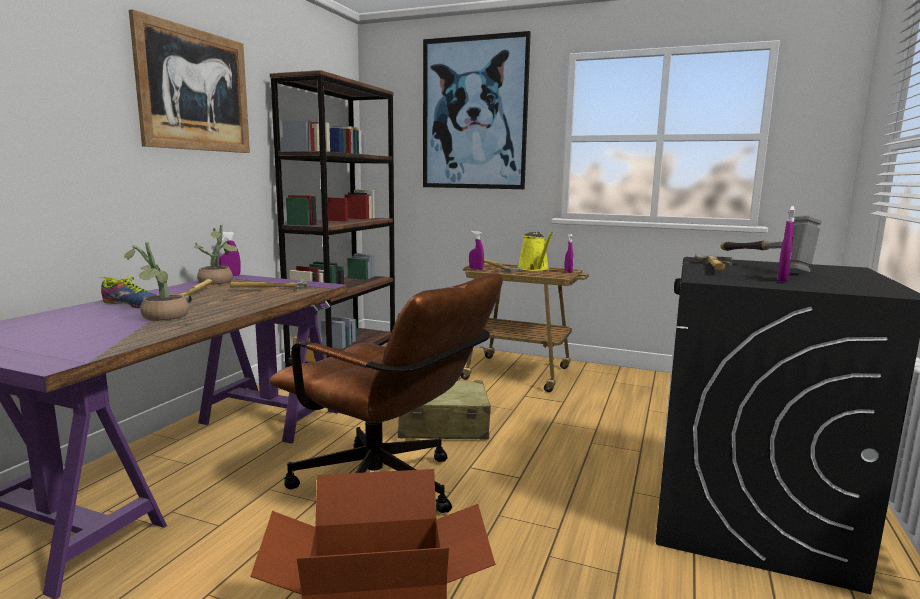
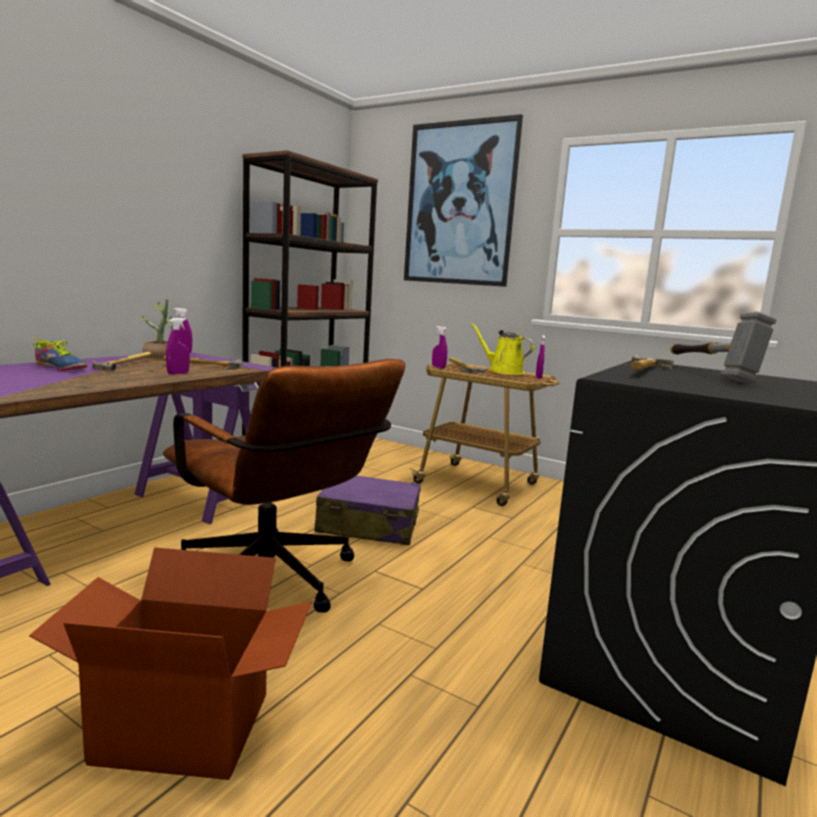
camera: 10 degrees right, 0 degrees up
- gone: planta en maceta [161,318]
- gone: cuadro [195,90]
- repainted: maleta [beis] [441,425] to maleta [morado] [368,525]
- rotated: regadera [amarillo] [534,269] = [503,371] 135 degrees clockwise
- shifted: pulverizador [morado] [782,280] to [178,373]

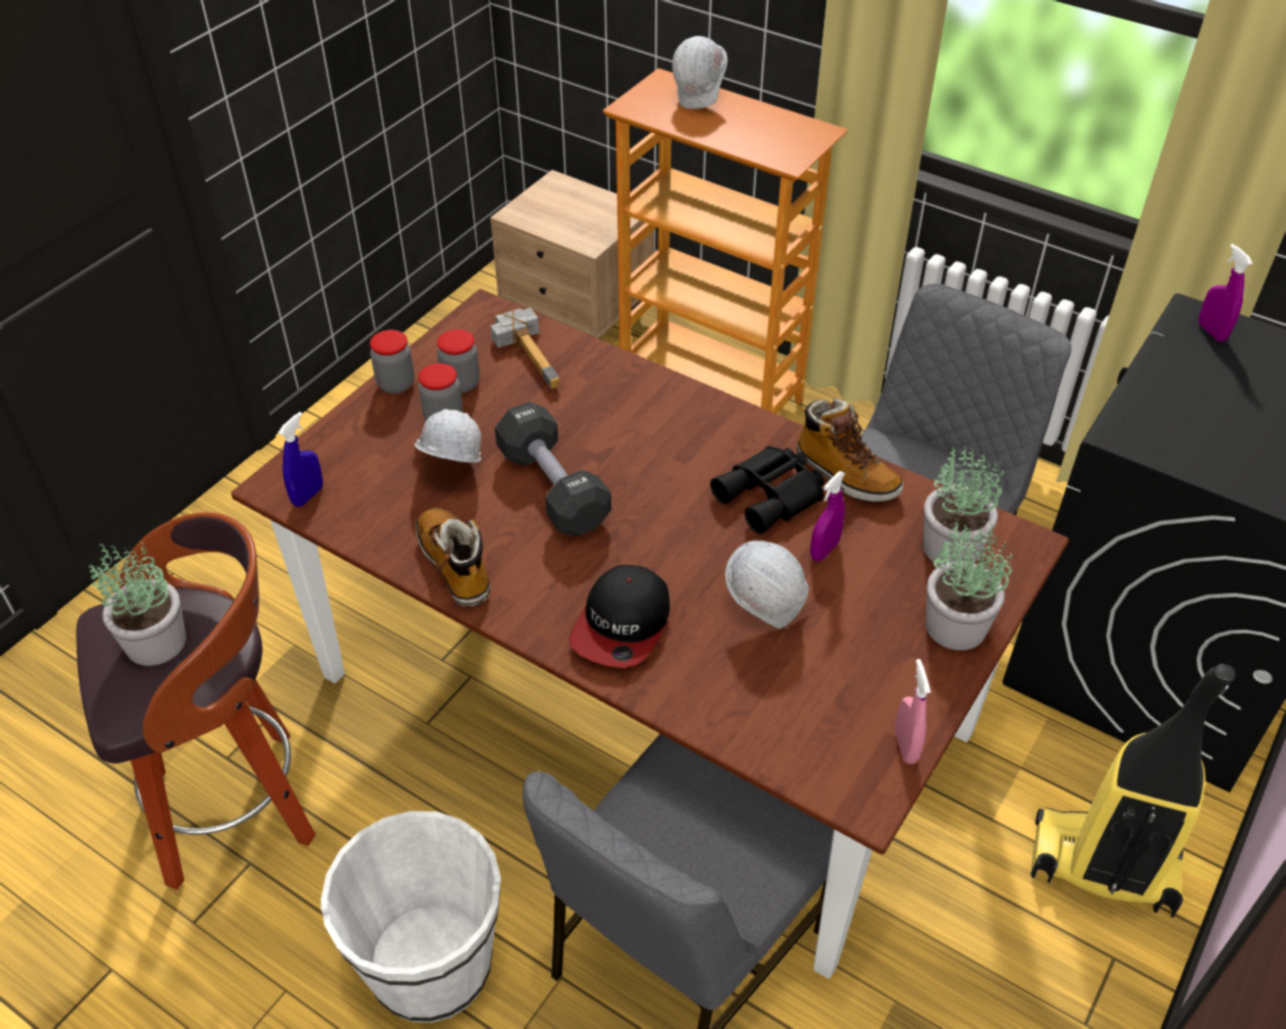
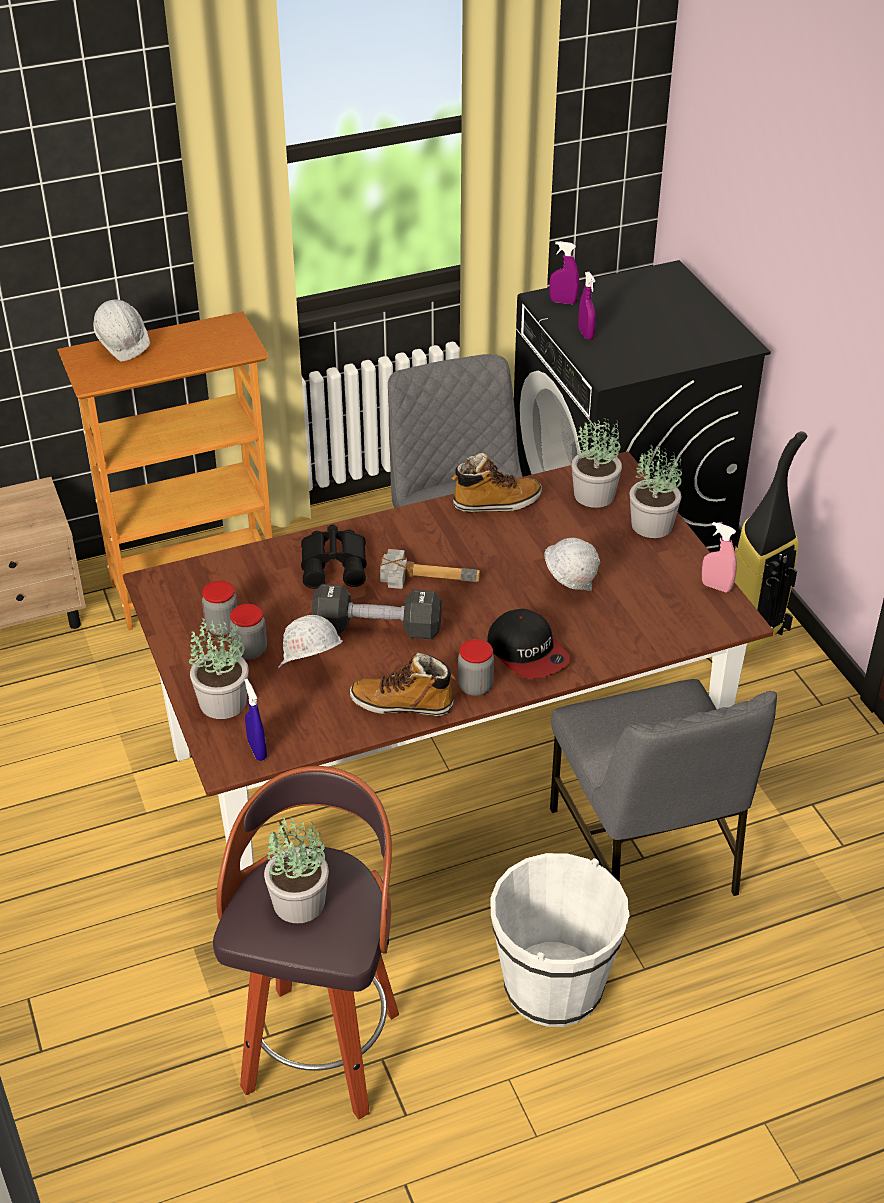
camera: 55 degrees left, 5 degrees down
- shifted: tarro [396,384] to [475,686]
- shifted: martillo [535,354] to [427,574]
- shifted: prismáticos [negro] [772,496] to [335,564]
- shifted: pulverizador [morado] [824,550] to [586,334]
- new: planta en maceta [224,701]

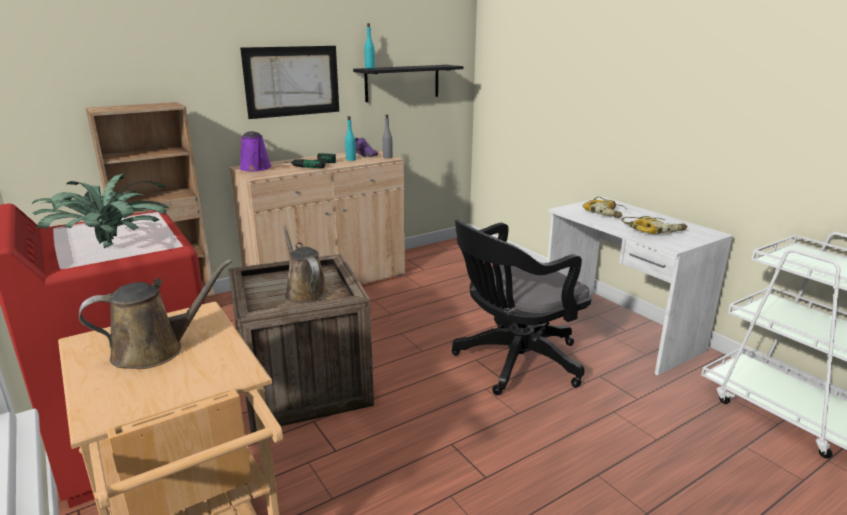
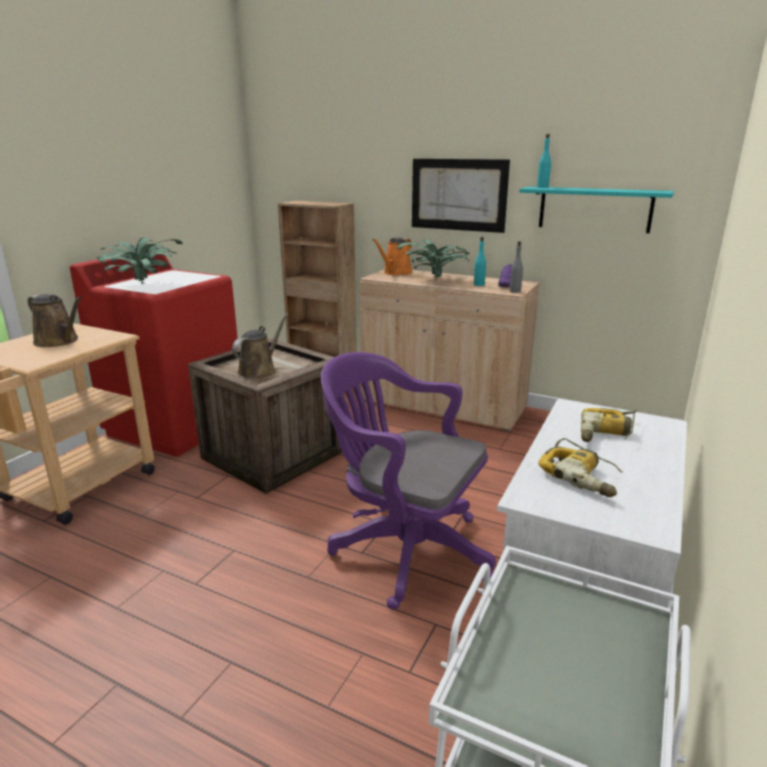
camera: 60 degrees right, 0 degrees up
- repainted: regadera [morado] [256,168] to regadera [naranja] [396,273]
- swapped: taladro [310,164] to planta en maceta [436,280]
- repainted: estante [negro] [402,83] to estante [turquesa] [594,209]
- repainted: silla de oficina [negro] [513,362] to silla de oficina [morado] [404,548]

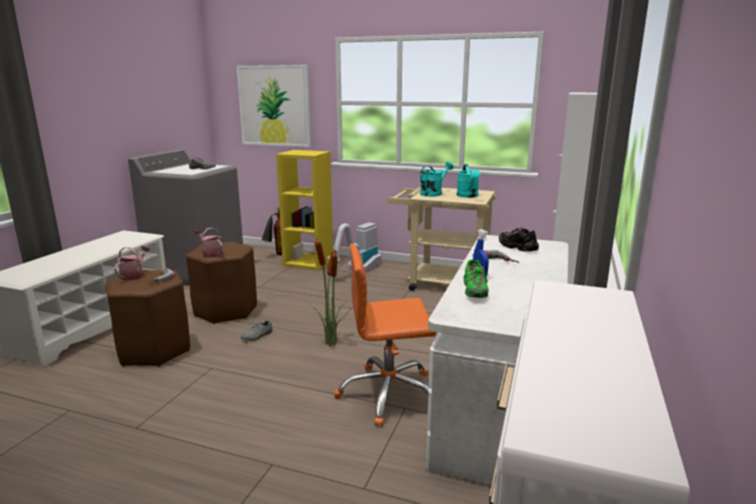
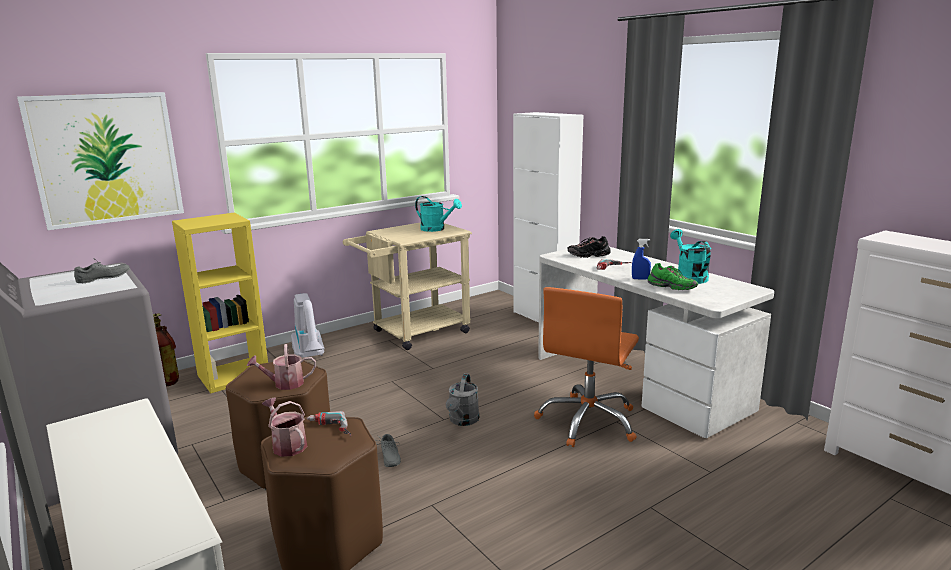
camera: 55 degrees left, 0 degrees up
- swapped: planta en maceta [329,343] to regadera [gris] [463,421]
- shifted: regadera [turquesa] [433,193] to [688,276]

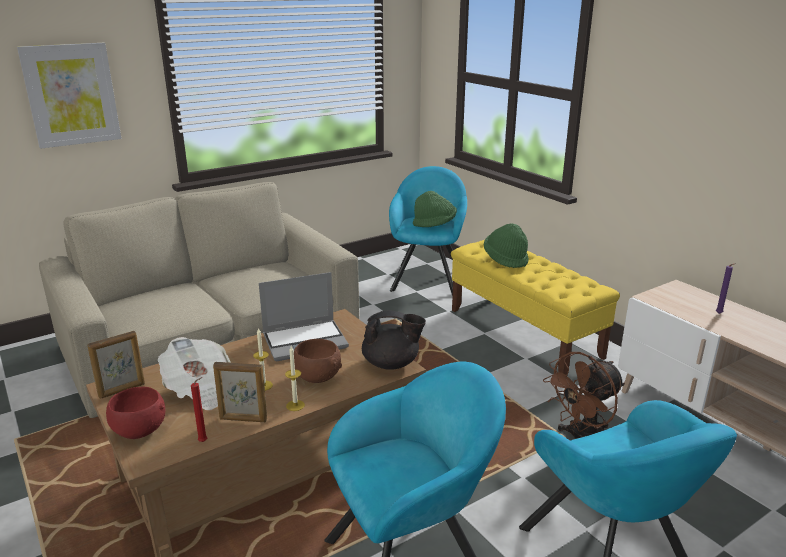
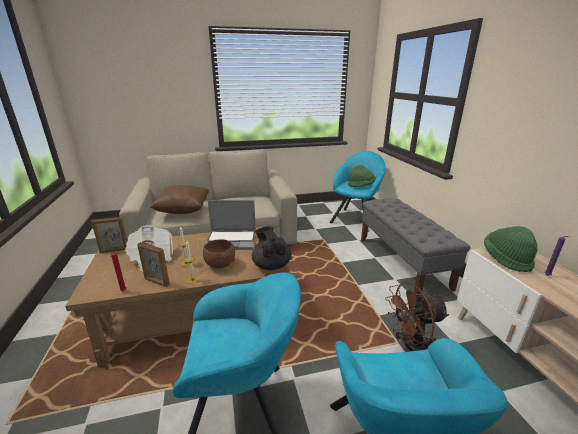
camera: 20 degrees right, 0 degrees up
- gone: cuadro [71,95]
- gone: cuenco [rojo] [139,431]
- rotated: tetera [negro] [391,364] = [271,265] 135 degrees counterclockwise
- repainted: banco [amarillo] [524,333] to banco [gris] [402,262]
- shifted: sombrero [verde] [506,259] to [506,259]
- new: cojín [marrón] [183,210]

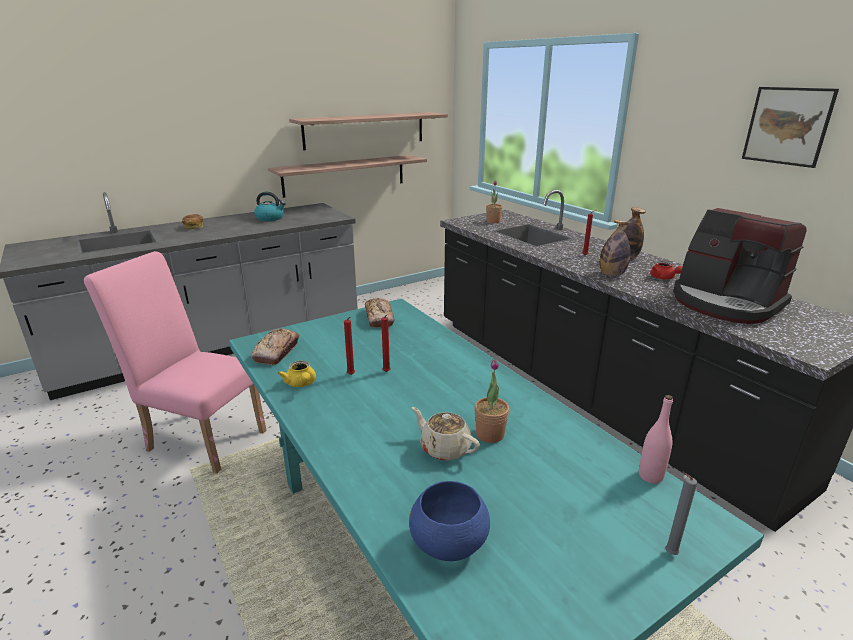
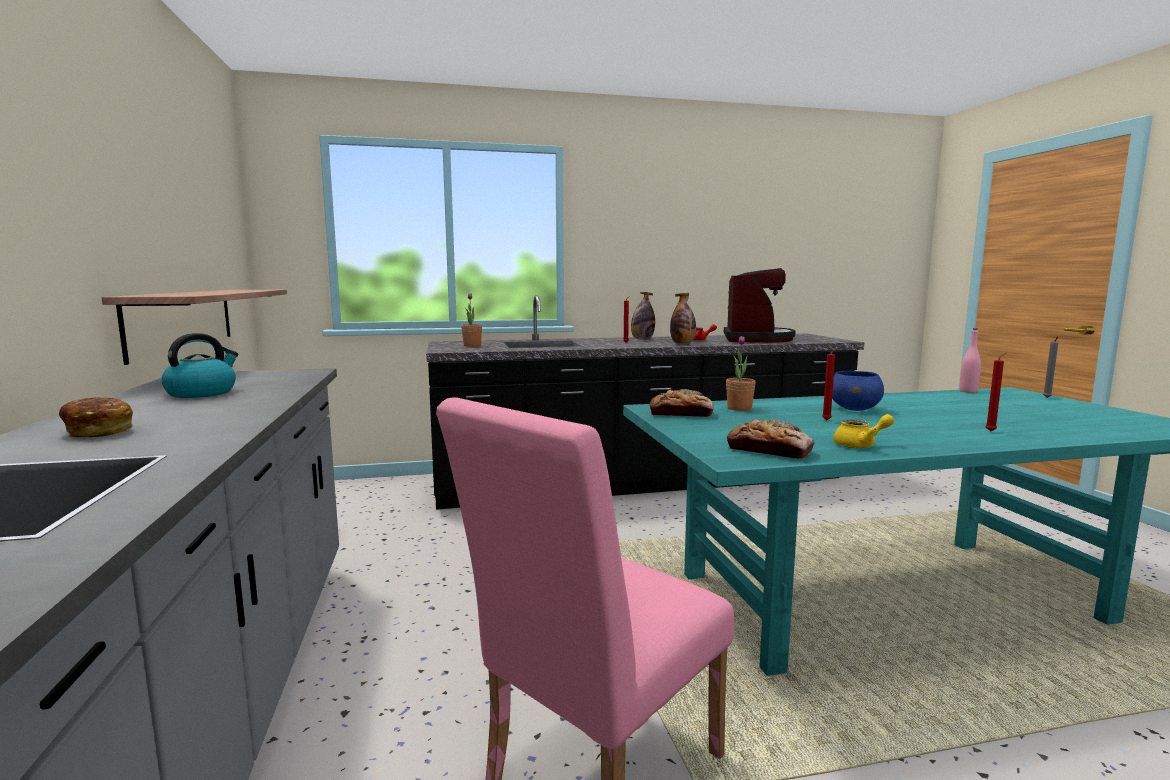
camera: 70 degrees left, 15 degrees down
- gone: estante [365,130]
- shifted: vela [rojo] [351,375] to [992,431]
- shifted: cuenco [azul] [449,544] to [855,409]
- gone: tetera [beis] [444,448]
- shifted: planta en maceta [490,434] to [739,408]
- rotated: cafetera [725,303] = [756,339] 60 degrees counterclockwise
- gone: cuadro [787,126]

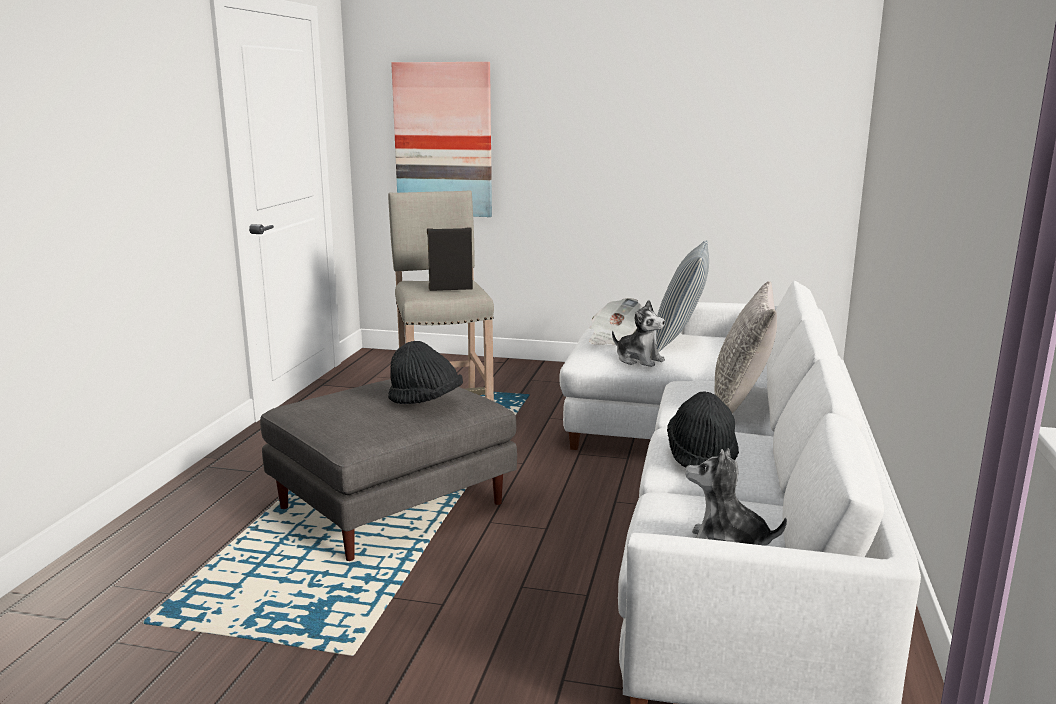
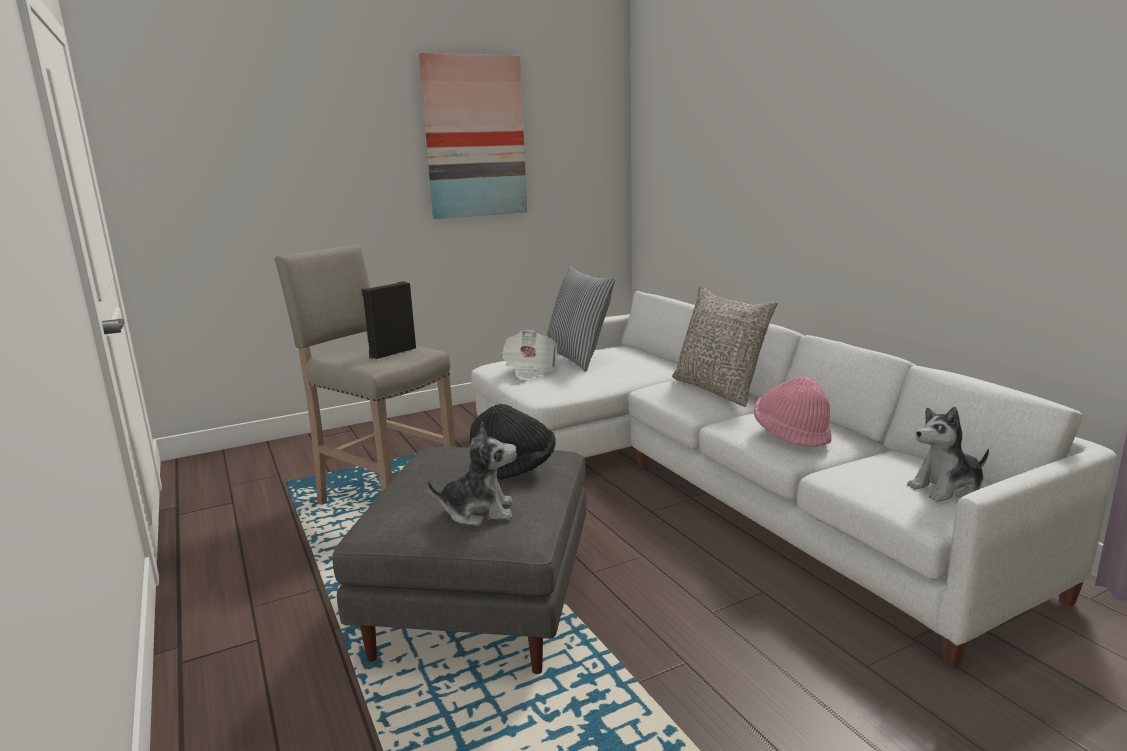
camera: 40 degrees left, 0 degrees up
- shifted: cuadro [443,140] to [475,137]
- shifted: peluche [639,360] to [479,511]
- repainted: sombrero [negro] [701,455] to sombrero [rosa] [791,435]

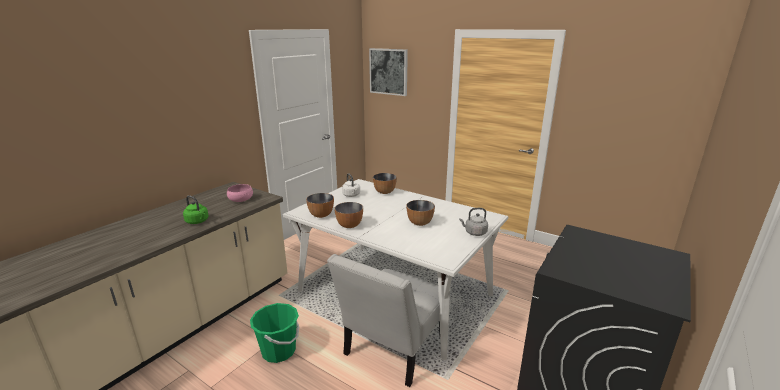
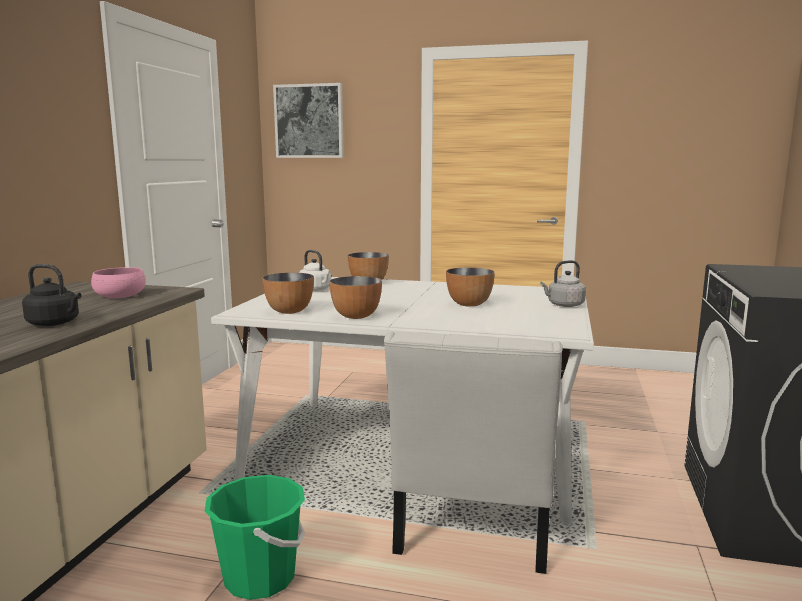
camera: 20 degrees left, 10 degrees down
- repainted: hervidor [verde] [198,221] to hervidor [negro] [55,323]

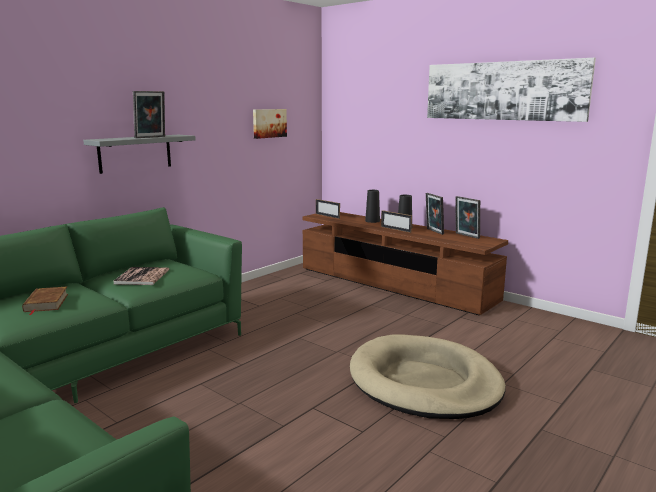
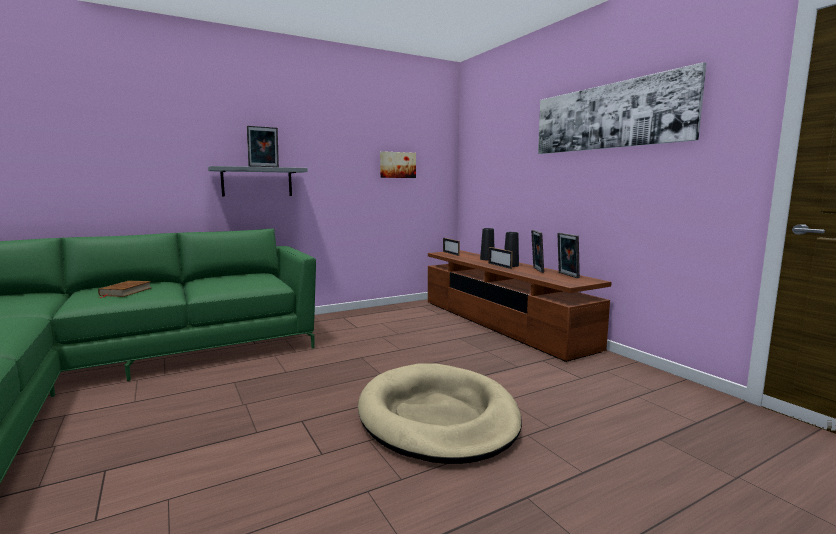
camera: 20 degrees right, 5 degrees down
- gone: libro [142,277]

